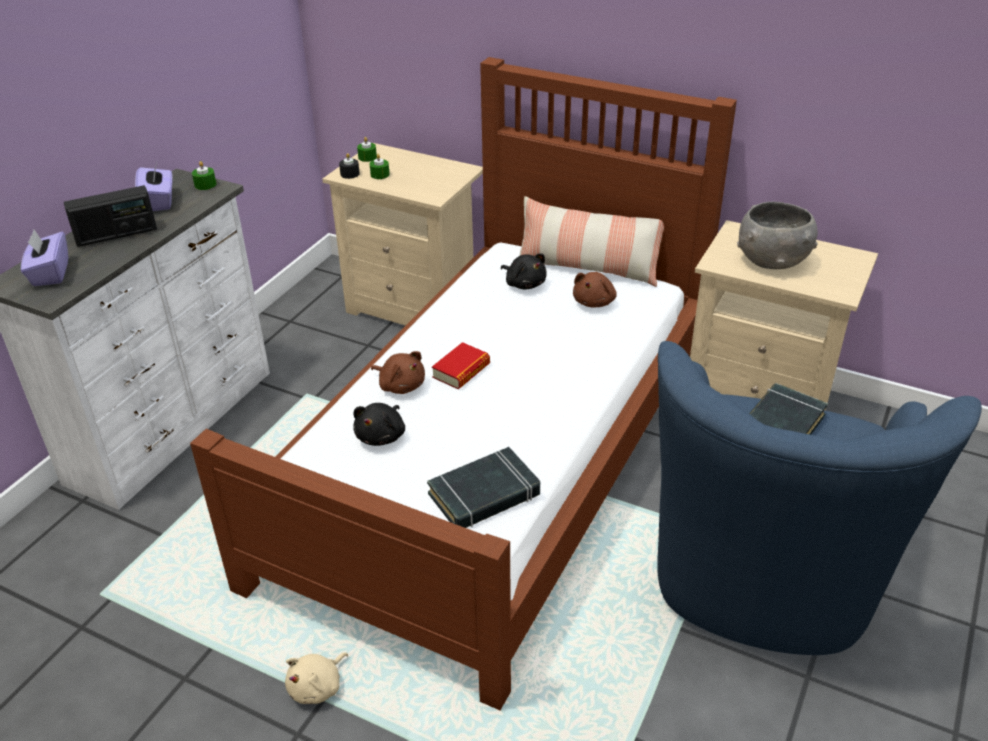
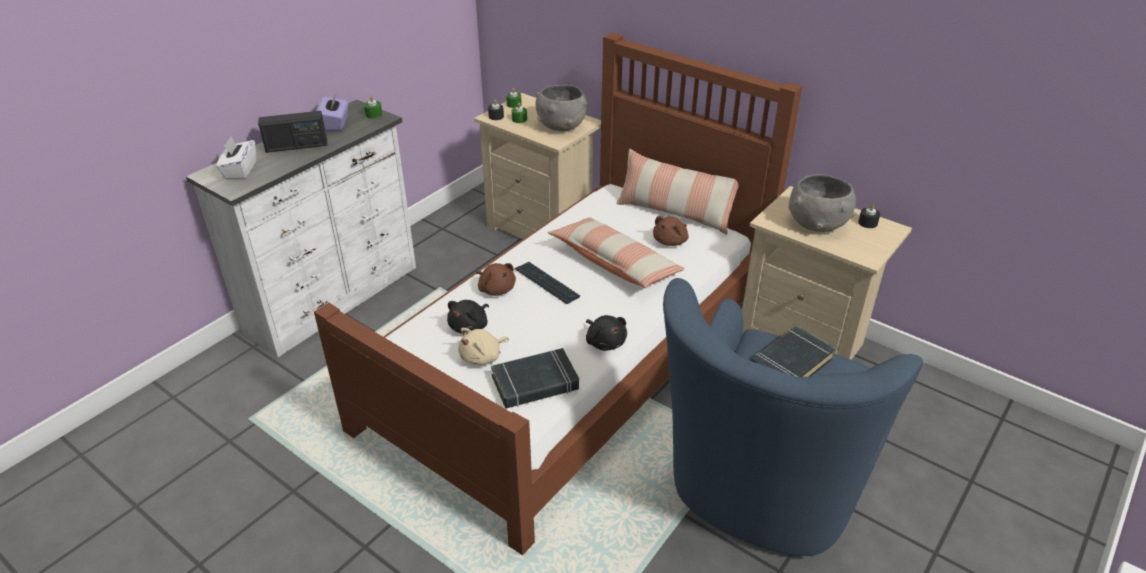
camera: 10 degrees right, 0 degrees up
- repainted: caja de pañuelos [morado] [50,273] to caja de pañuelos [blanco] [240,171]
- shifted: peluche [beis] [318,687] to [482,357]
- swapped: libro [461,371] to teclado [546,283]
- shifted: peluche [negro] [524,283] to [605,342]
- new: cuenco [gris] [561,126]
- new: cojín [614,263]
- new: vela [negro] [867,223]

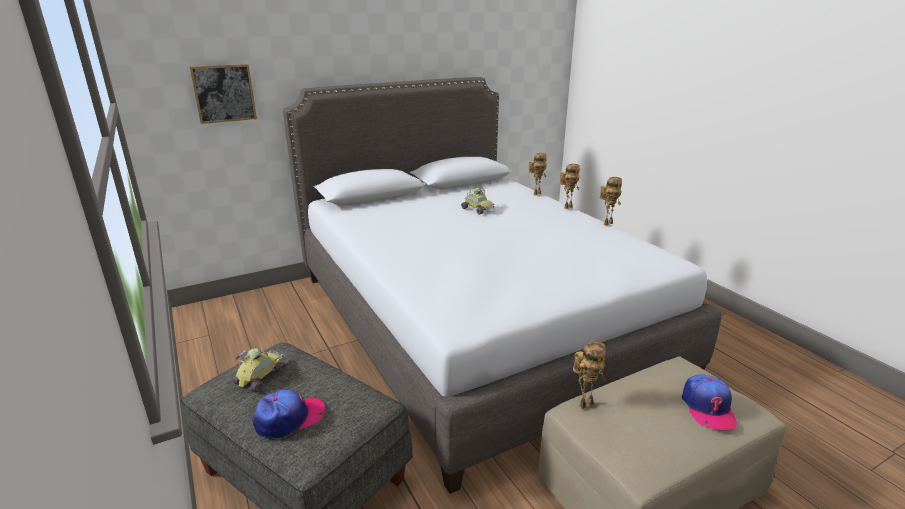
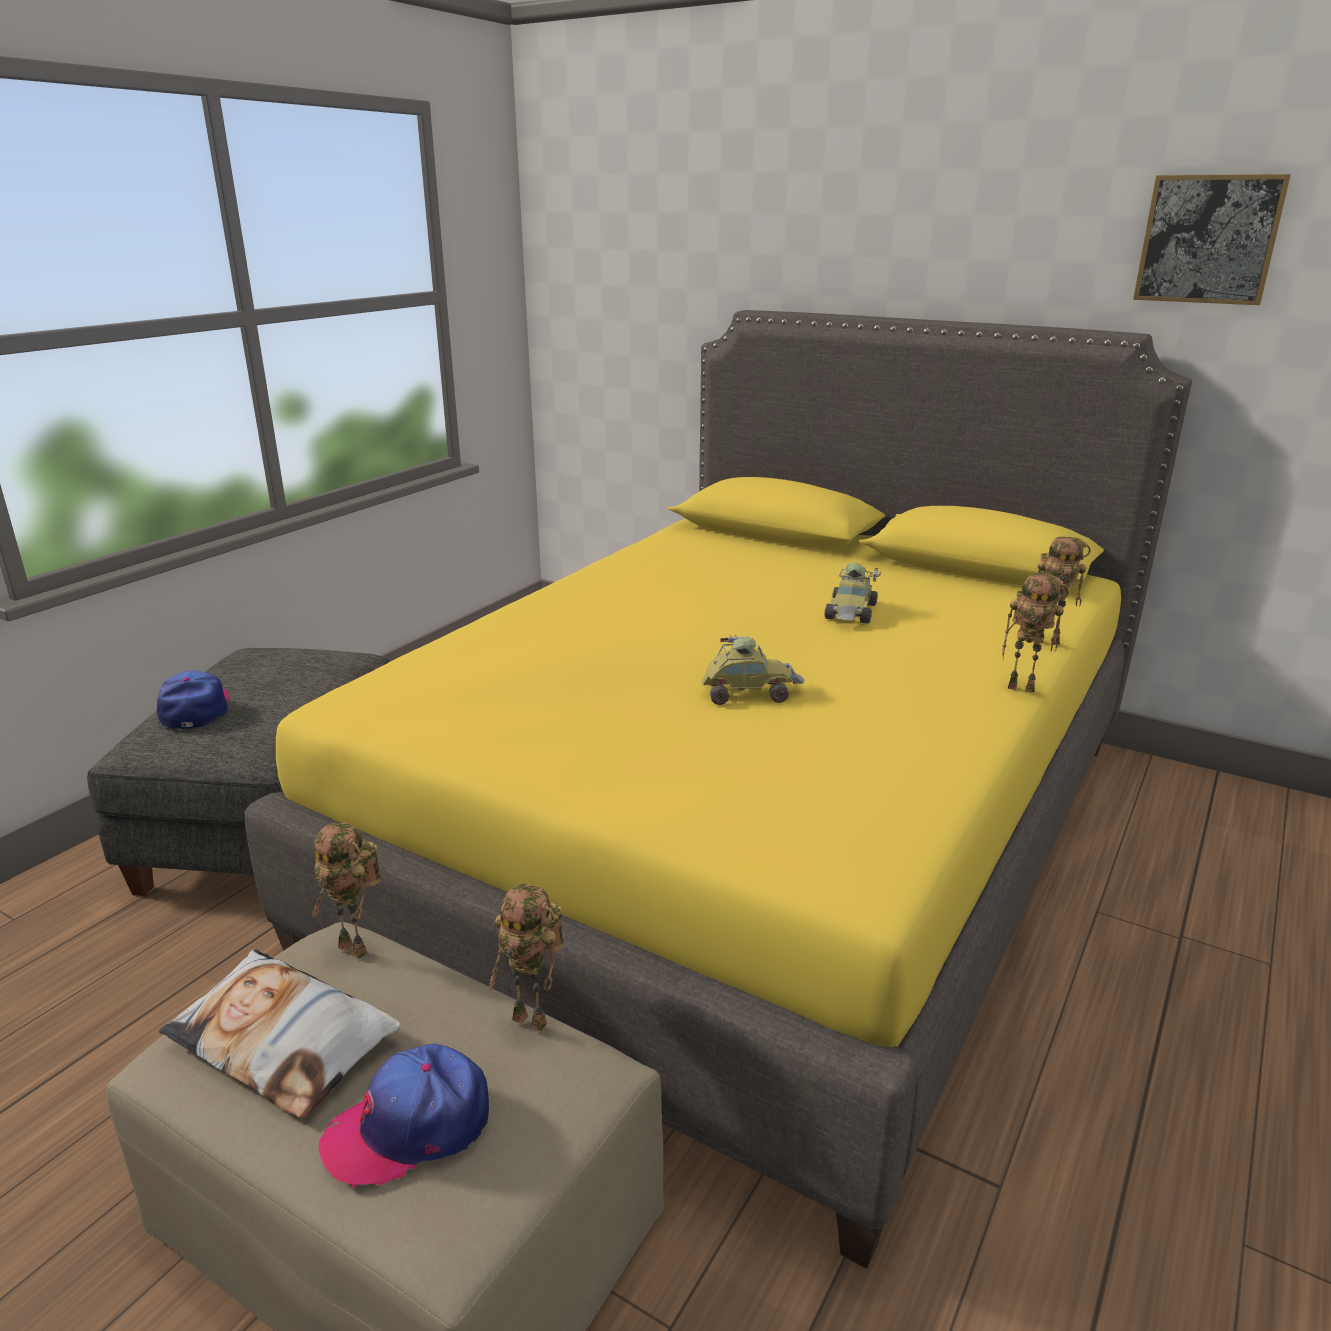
camera: 60 degrees right, 0 degrees up
- shifted: cuadro [224,93] to [1208,239]
- shifted: coche de juguete [261,376] to [748,691]
- rotated: gorra [289,418] = [195,709] 135 degrees counterclockwise
- repainted: cama [gris] [473,323] to cama [amarillo] [757,837]
- shifted: robot de juguete [607,223] to [534,1019]
- new: cojín [284,1041]

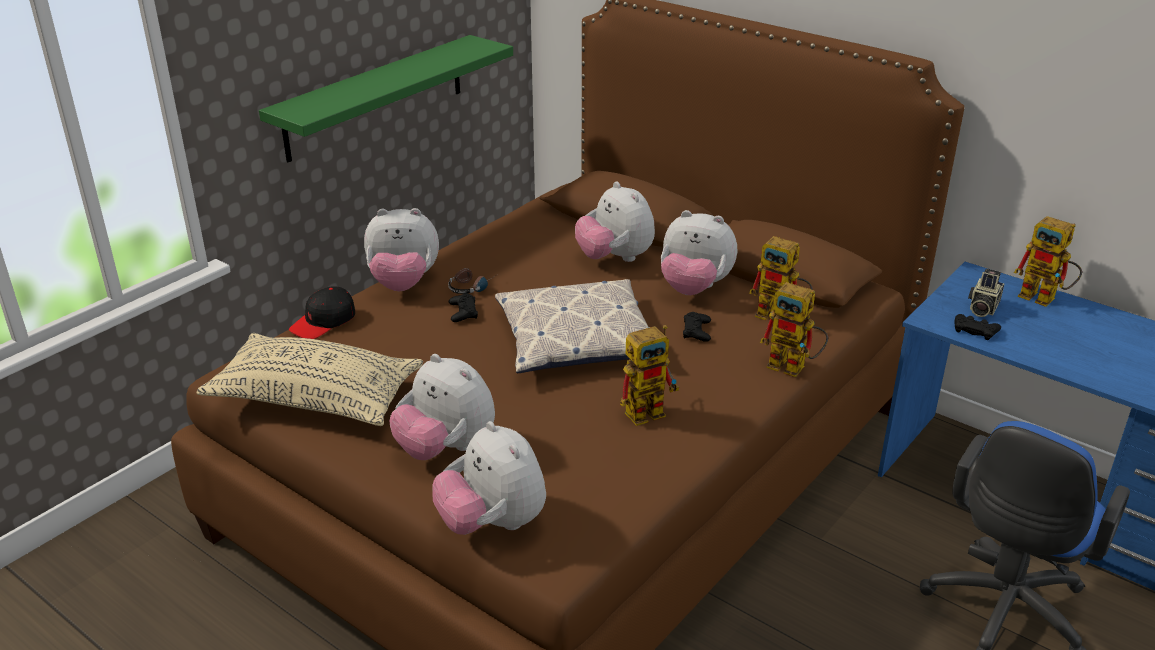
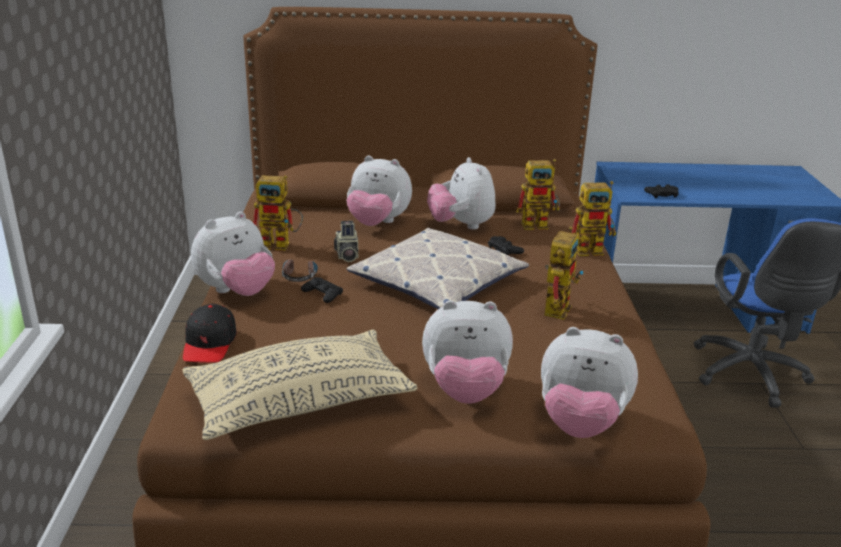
camera: 40 degrees left, 5 degrees down
- gone: estante [verde] [375,97]
- rotated: peluche [694,288] = [461,225] 90 degrees clockwise
- shifted: cámara [982,308] to [346,255]
- shifted: robot de juguete [1045,298] to [282,245]

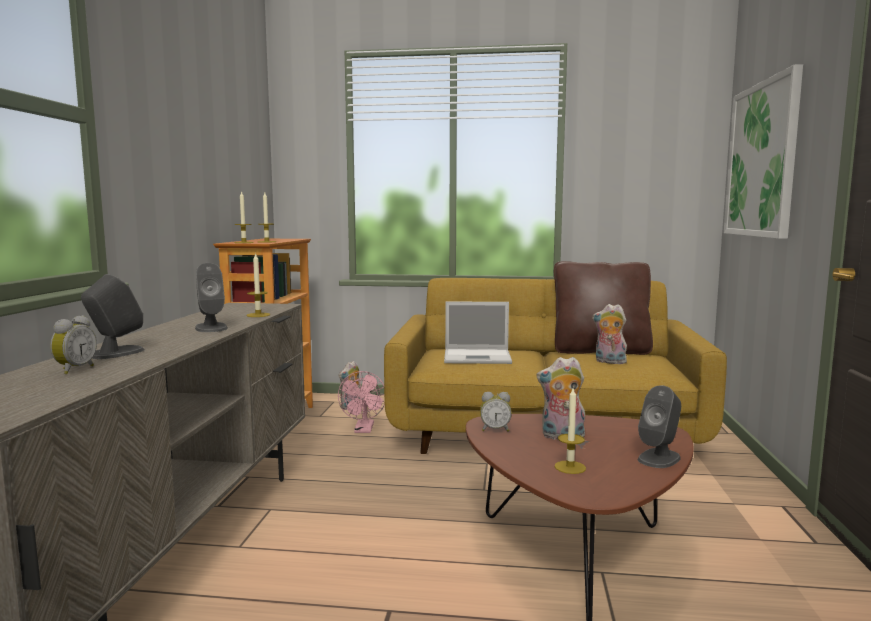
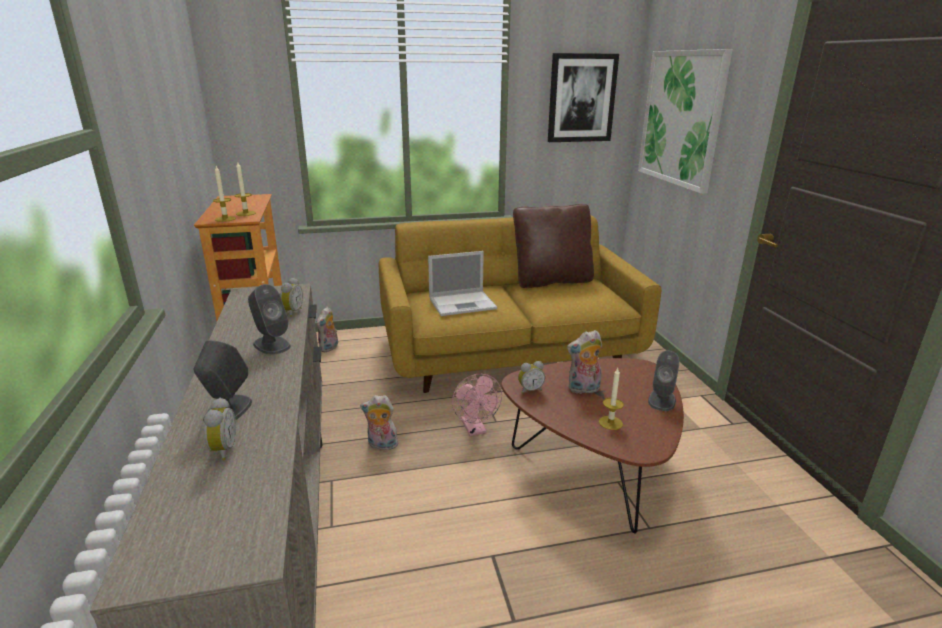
camera: 20 degrees left, 15 degrees up
- swapped: vela [258,315] to despertador [292,312]
- shifted: ventilador [rosa] [364,430] to [475,429]
- shifted: peluche [609,362] to [381,445]
- new: cuadro [581,98]

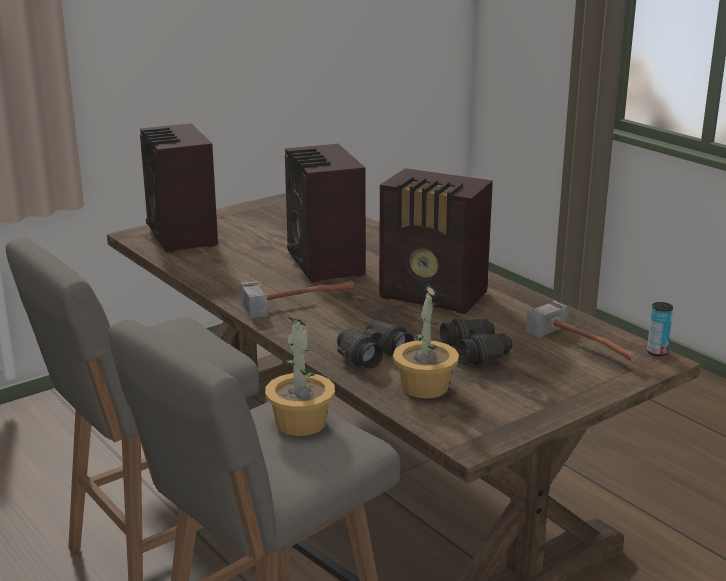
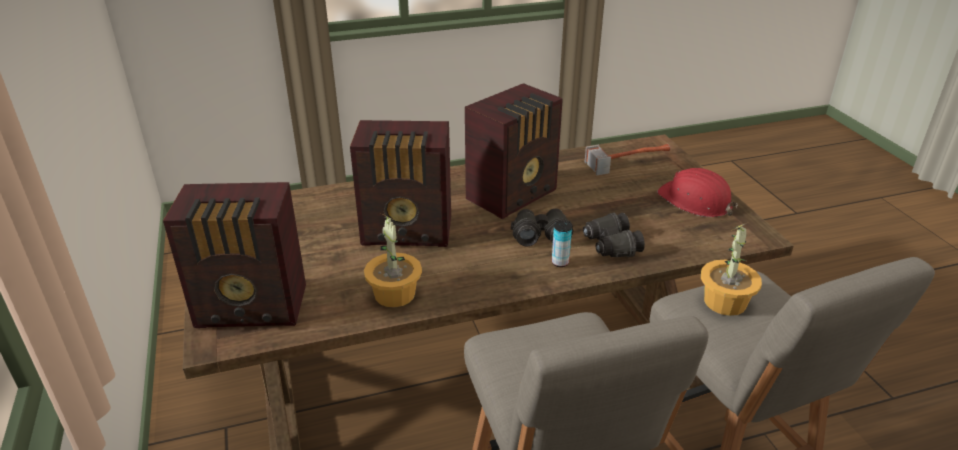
camera: 70 degrees left, 10 degrees up
- gone: martillo [297,300]
- shifted: planta en maceta [424,386] to [394,294]
- shifted: prismáticos [negro] [476,352] to [541,235]
- shifted: lata [657,352] to [560,262]
- new: casco [rojo] [695,201]

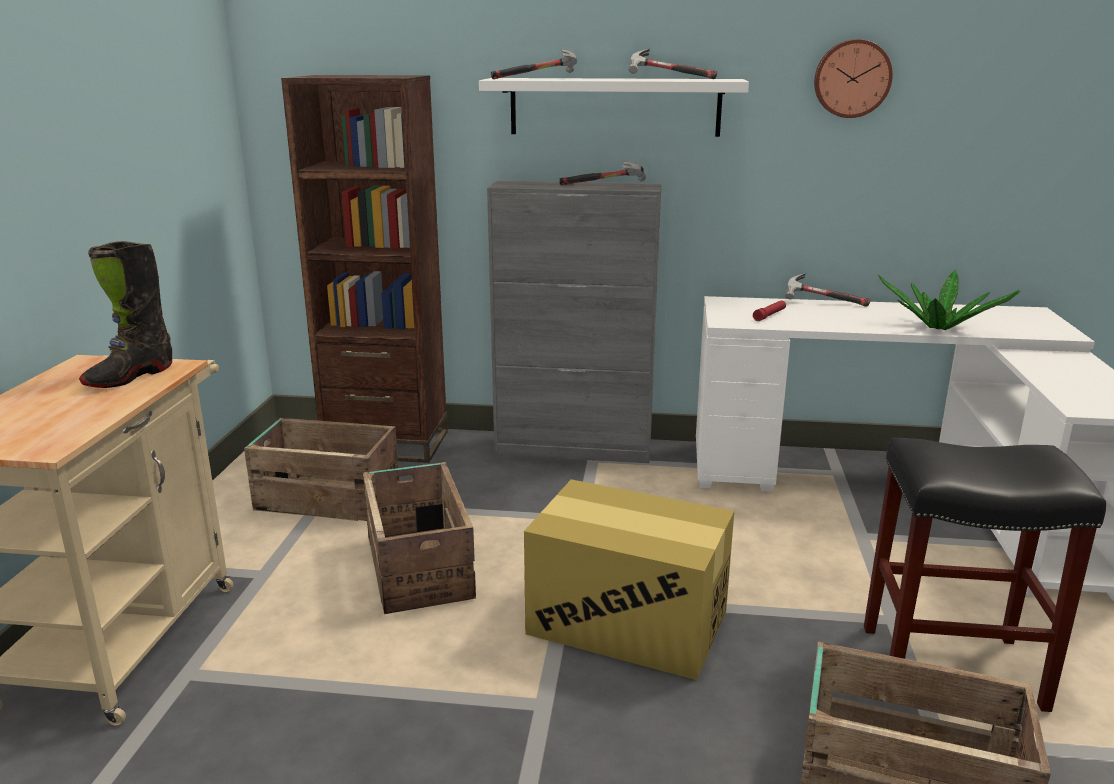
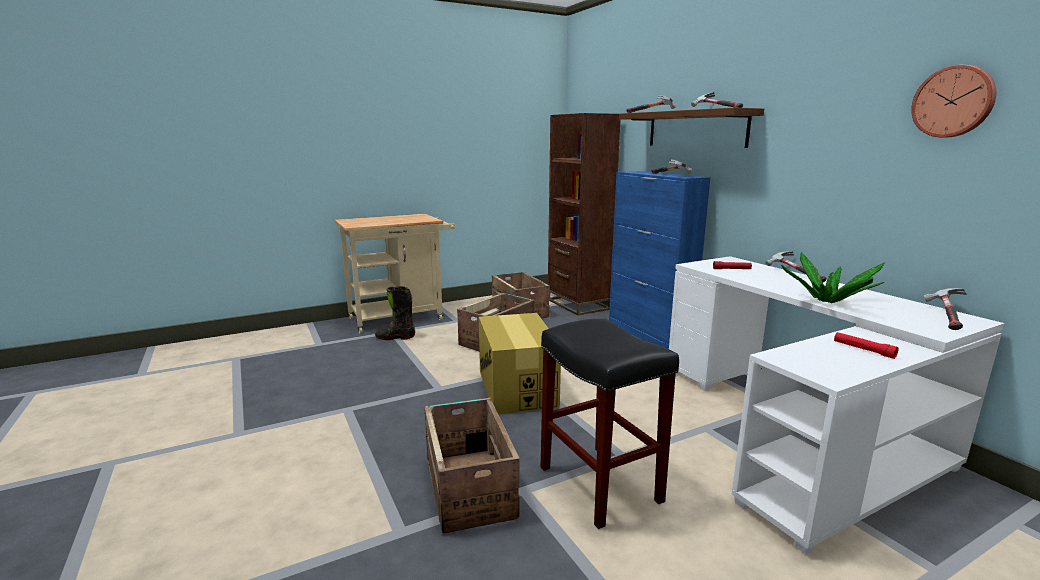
camera: 55 degrees right, 5 degrees down
- shifted: bota [negro] [130,377] to [395,337]
- repainted: estante [blanco] [614,107] to estante [marrón] [695,129]
- repainted: armario [gris] [574,449] to armario [azul] [648,335]
- shifted: reloj de pared [852,78] to [953,102]
- new: linterna [rojo] [863,350]
- new: martillo [946,317]

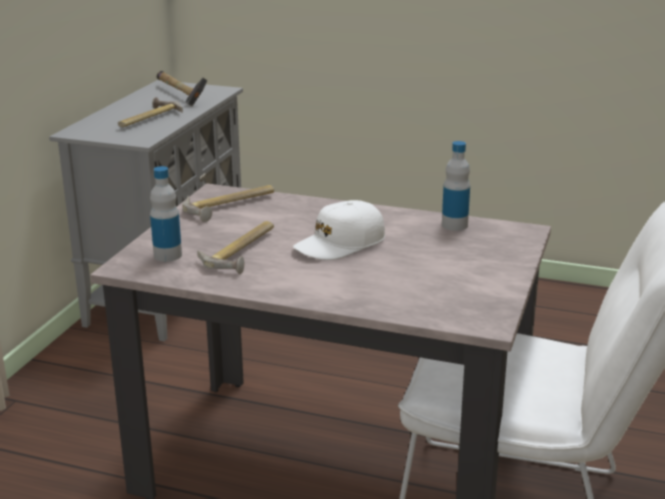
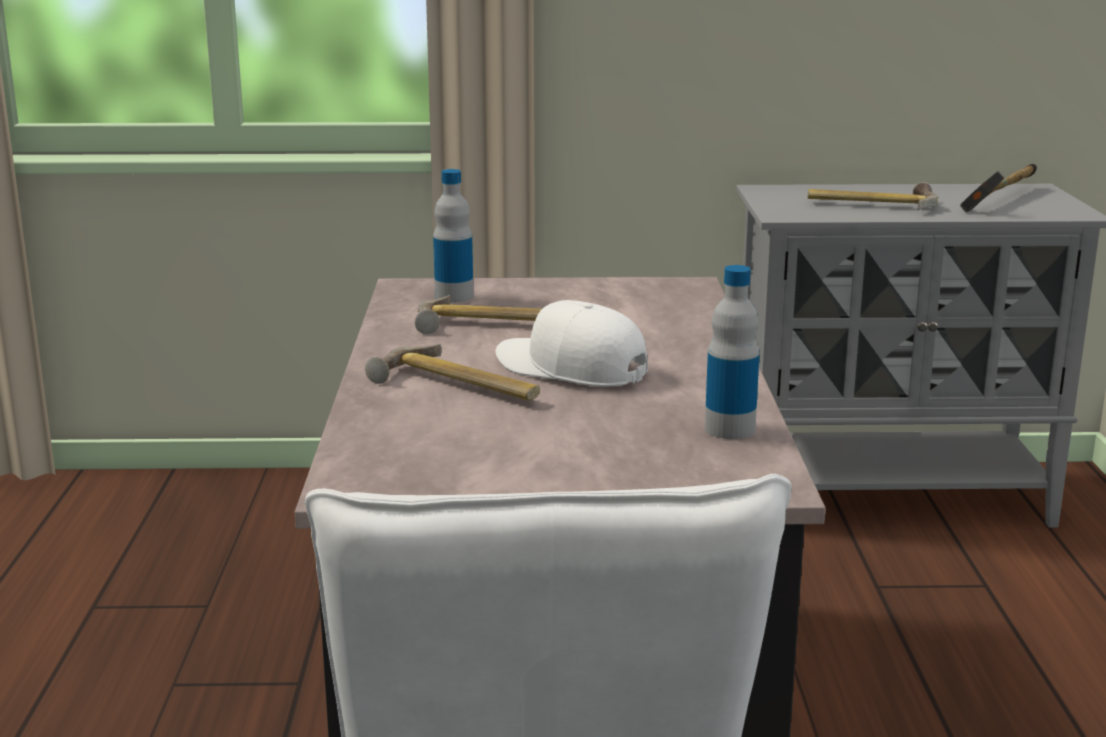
camera: 70 degrees right, 5 degrees down
- shifted: martillo [231,206] to [456,387]

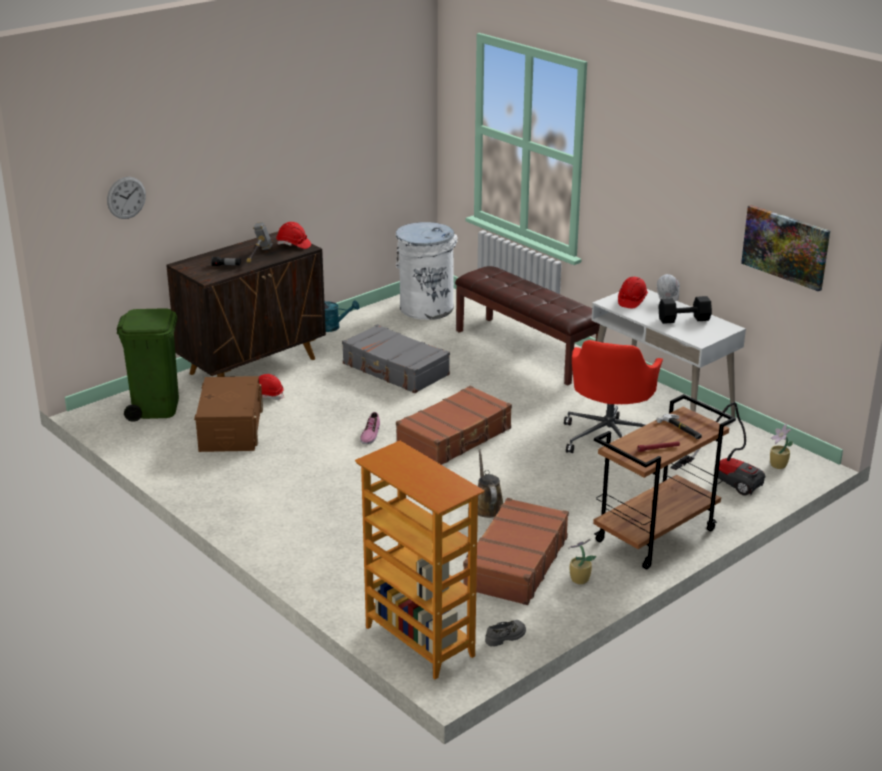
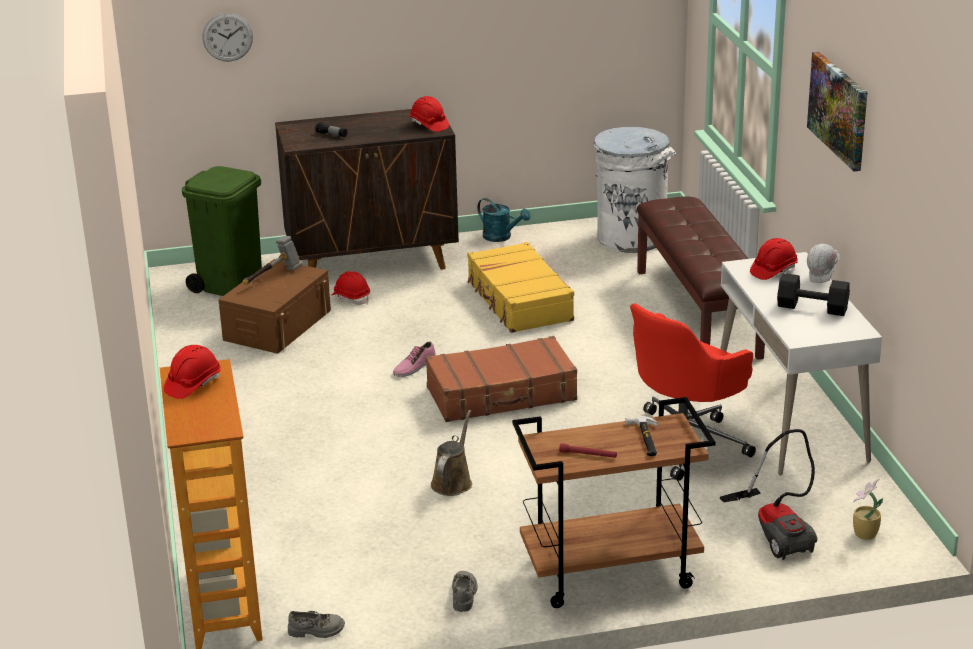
camera: 30 degrees right, 0 degrees up
- shifted: martillo [258,256] to [272,277]
- repainted: maleta [gris] [395,370] to maleta [amarillo] [519,301]
- gone: maleta [marrón] [515,563]
- swapped: planta en maceta [578,580] to zapato [gris] [464,594]
- shifted: cuadro [786,246] to [839,110]
- new: casco [rojo] [193,384]

